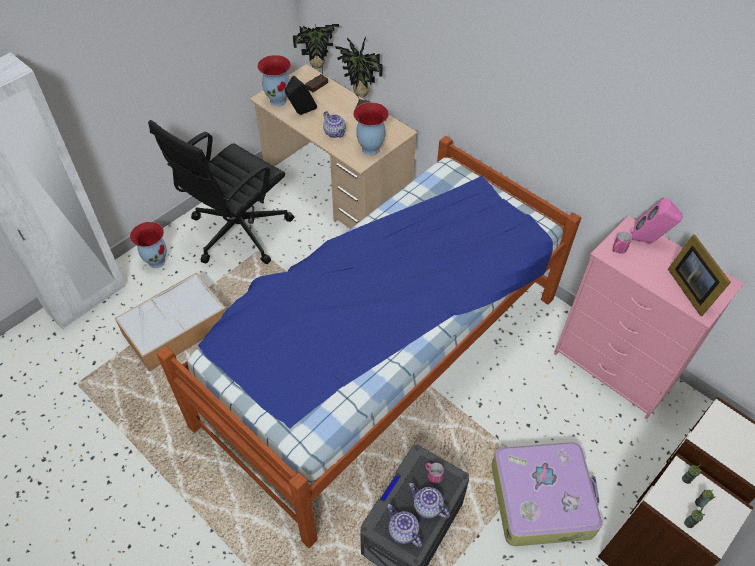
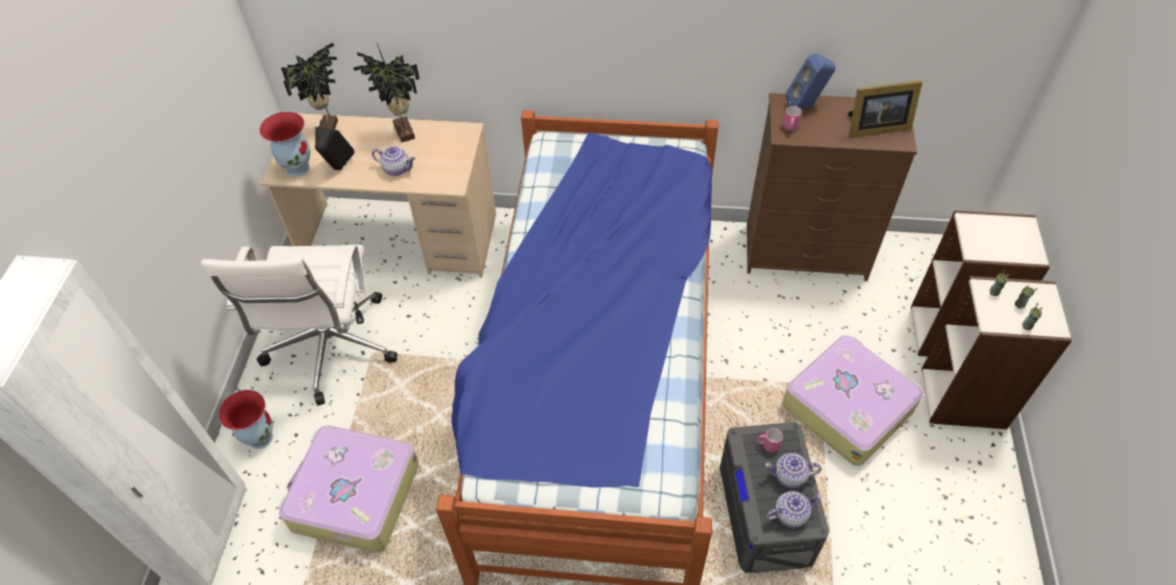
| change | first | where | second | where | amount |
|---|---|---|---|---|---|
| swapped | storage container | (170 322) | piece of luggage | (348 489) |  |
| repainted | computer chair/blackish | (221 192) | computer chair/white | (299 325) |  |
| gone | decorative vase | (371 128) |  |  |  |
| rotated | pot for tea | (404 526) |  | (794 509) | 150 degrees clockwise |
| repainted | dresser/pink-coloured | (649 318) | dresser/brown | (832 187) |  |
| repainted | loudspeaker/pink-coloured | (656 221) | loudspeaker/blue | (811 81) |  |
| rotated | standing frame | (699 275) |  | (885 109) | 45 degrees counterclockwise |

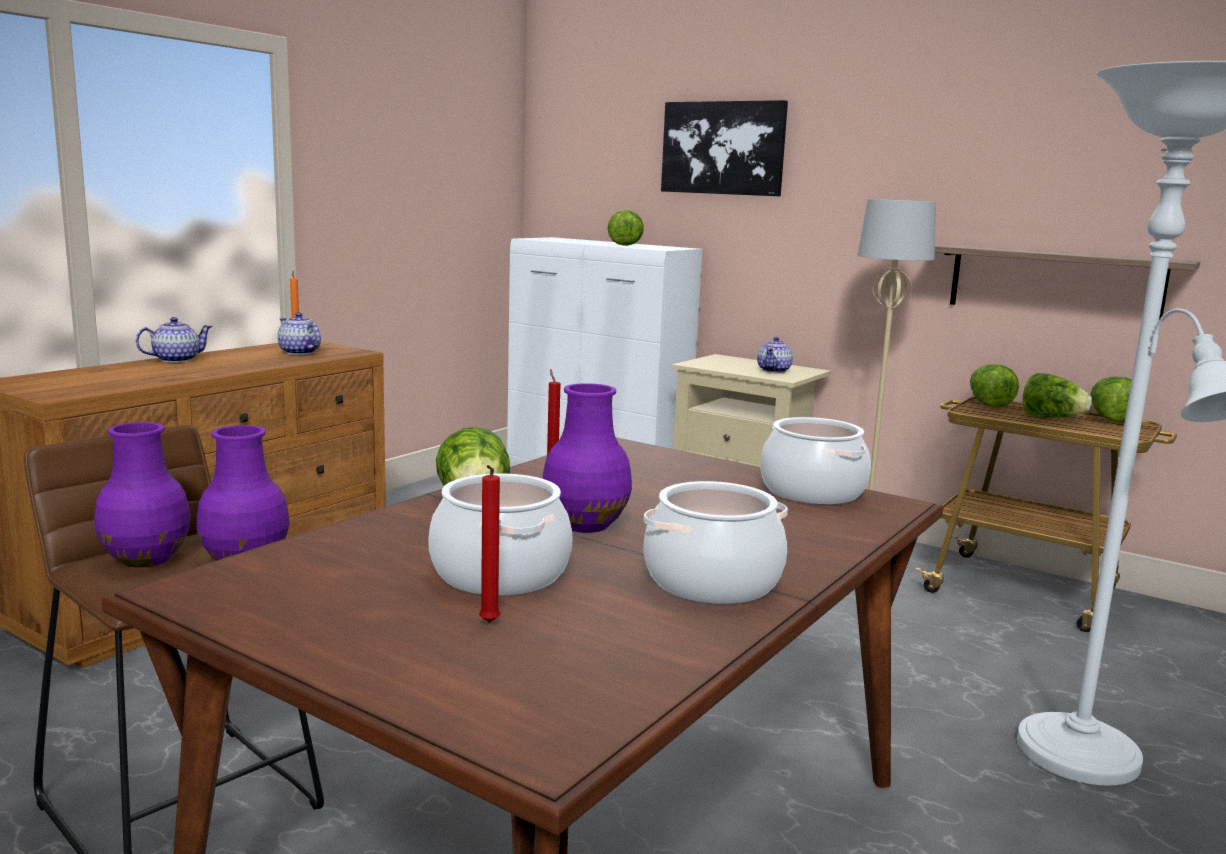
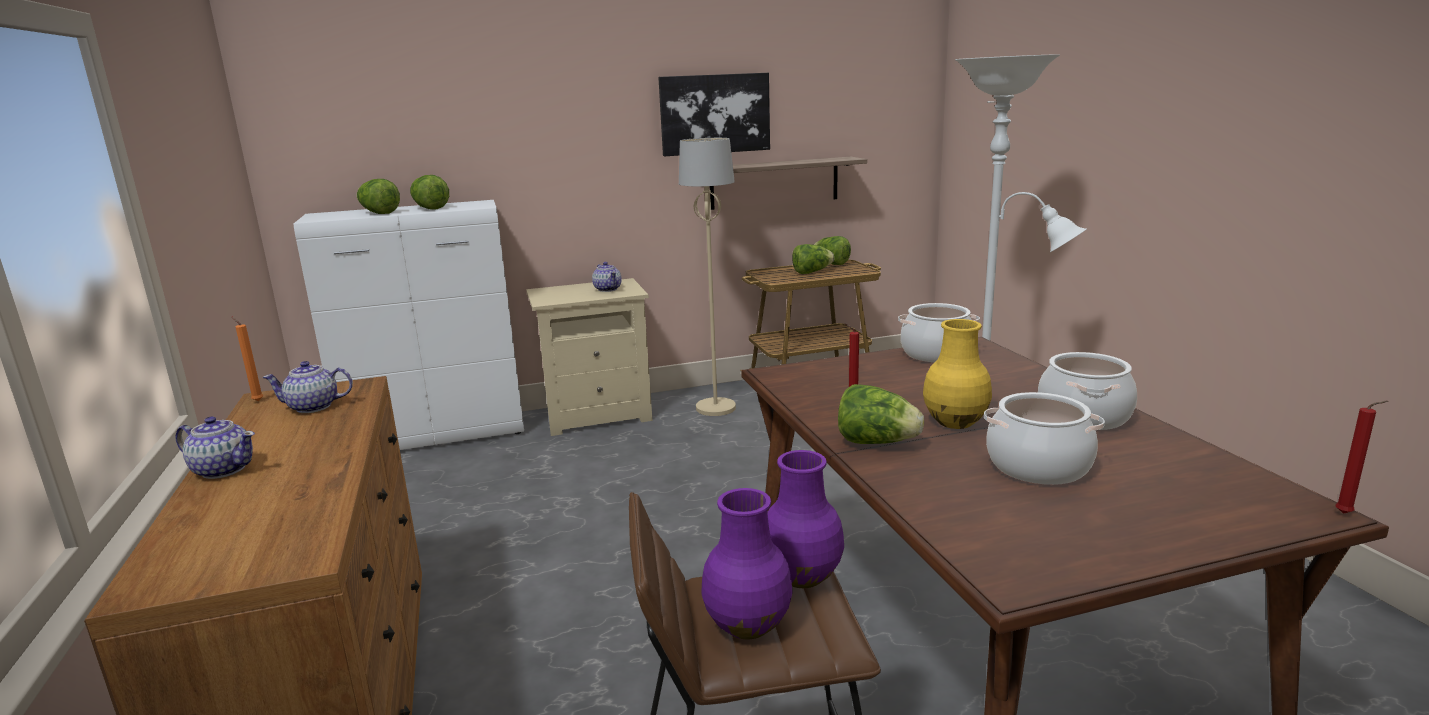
| change | first | where | second | where | amount |
|---|---|---|---|---|---|
| rotated | pot for tea | (174 340) |  | (215 447) | 105 degrees clockwise |
| shifted | candle/red | (489 544) |  | (1362 457) |  |
| repainted | decorative vase/purple | (587 458) | decorative vase/yellowish | (957 374) |  |
| shifted | wall art | (724 148) |  | (714 114) |  |
| shifted | lettuce head | (994 386) |  | (378 196) |  |

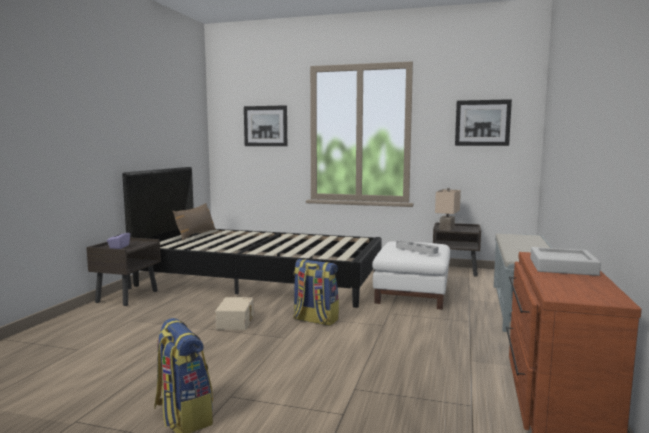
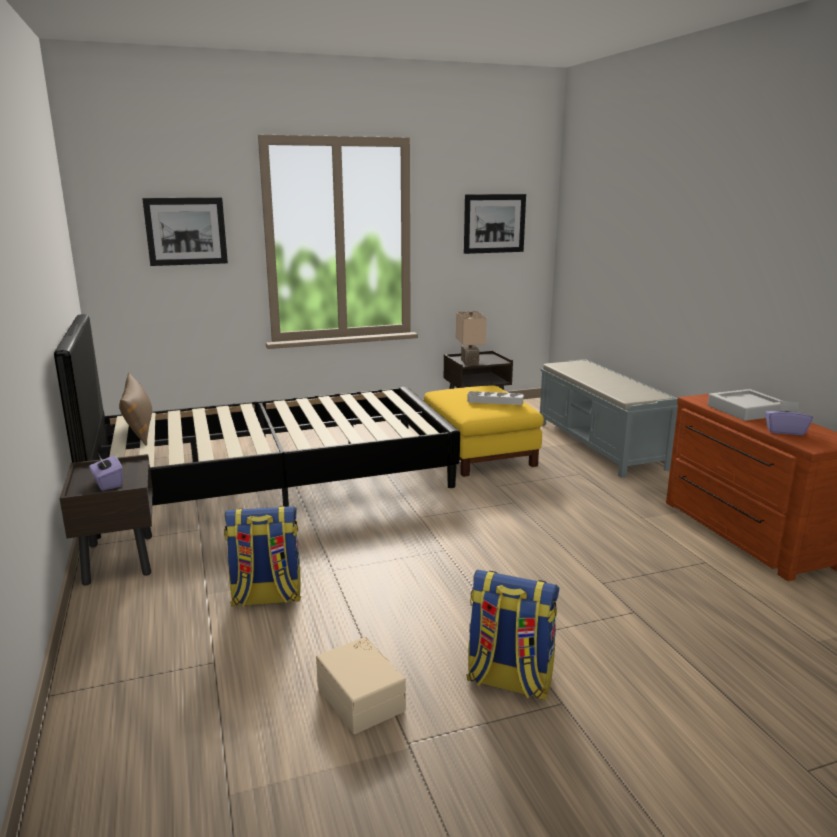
| change | first | where | second | where | amount |
|---|---|---|---|---|---|
| shifted | storage container/sand-coloured | (234 313) |  | (361 685) |  |
| shifted | knapsack | (316 292) |  | (262 556) |  |
| repainted | footrest/white | (411 275) | footrest/yellowish | (484 431) |  |
| new |  |  | tissue box/purple | (789 417) |  |

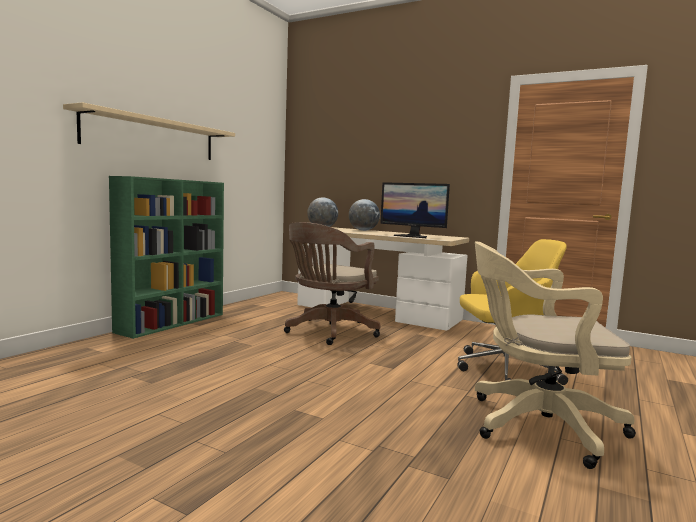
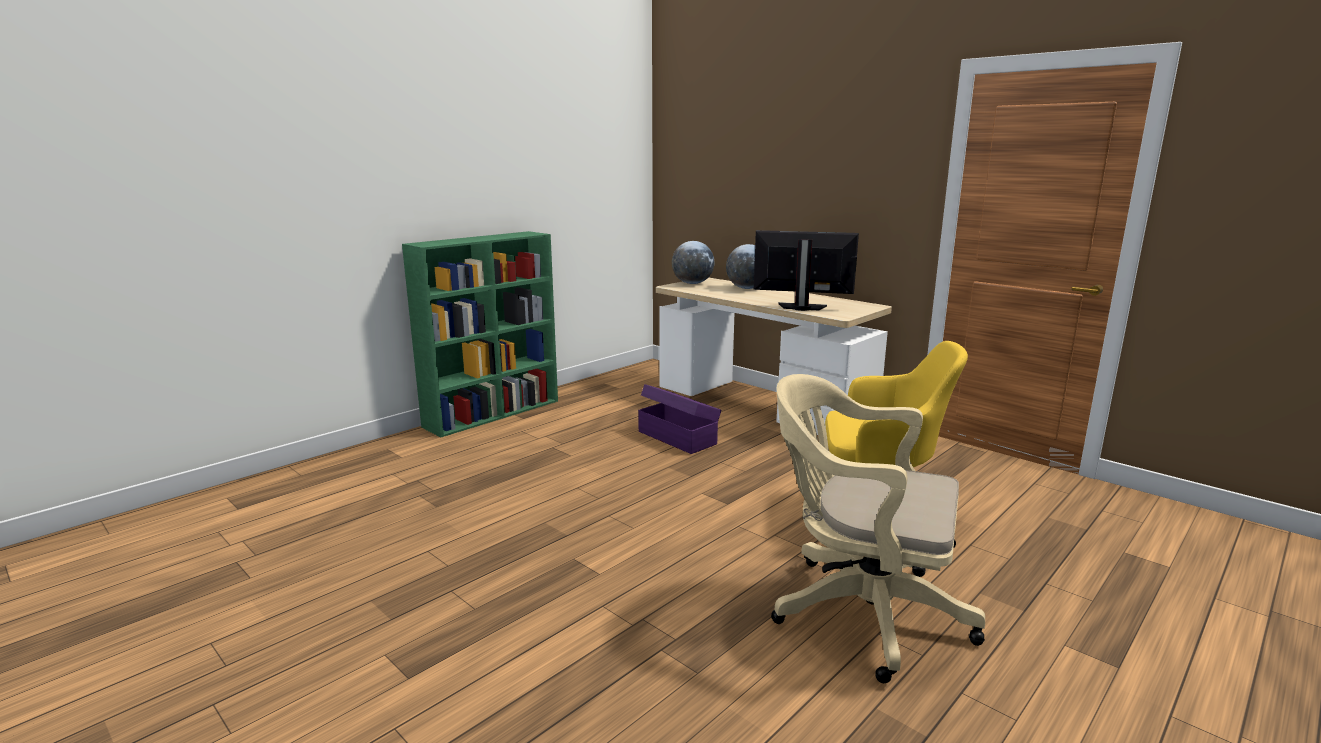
| change | first | where | second | where | amount |
|---|---|---|---|---|---|
| gone | shelf/sand-coloured | (149 131) |  |  |  |
| swapped | computer chair/brown | (332 283) | storage container/purple | (679 419) |  |
| rotated | computer screen | (415 210) |  | (806 270) | 150 degrees clockwise |

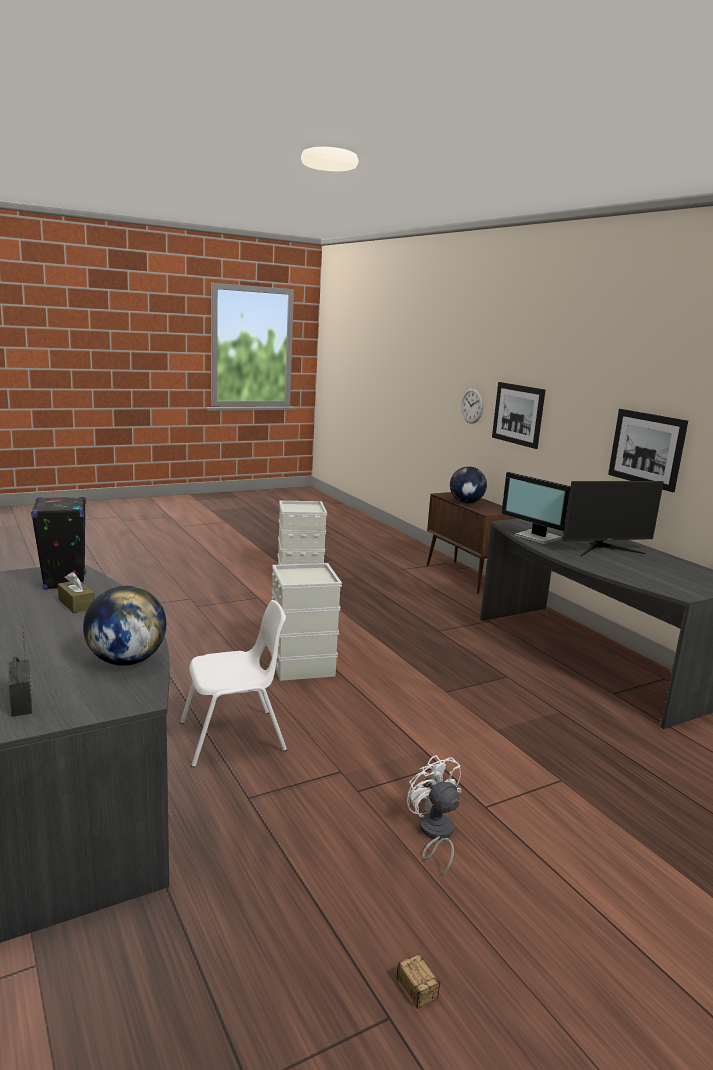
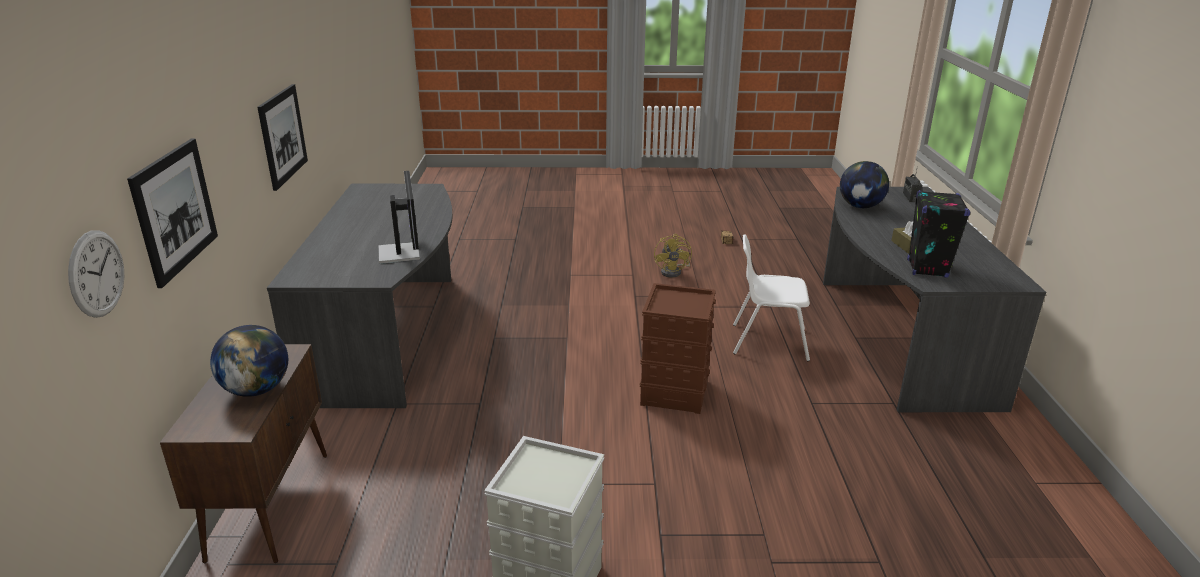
| change | first | where | second | where | amount |
|---|---|---|---|---|---|
| repainted | storage container/gray | (306 622) | storage container/brown | (678 348) |  |
| repainted | cooling fan/white | (434 815) | cooling fan/yellowish | (673 255) |  |
| gone | computer screen | (613 518) |  |  |  |

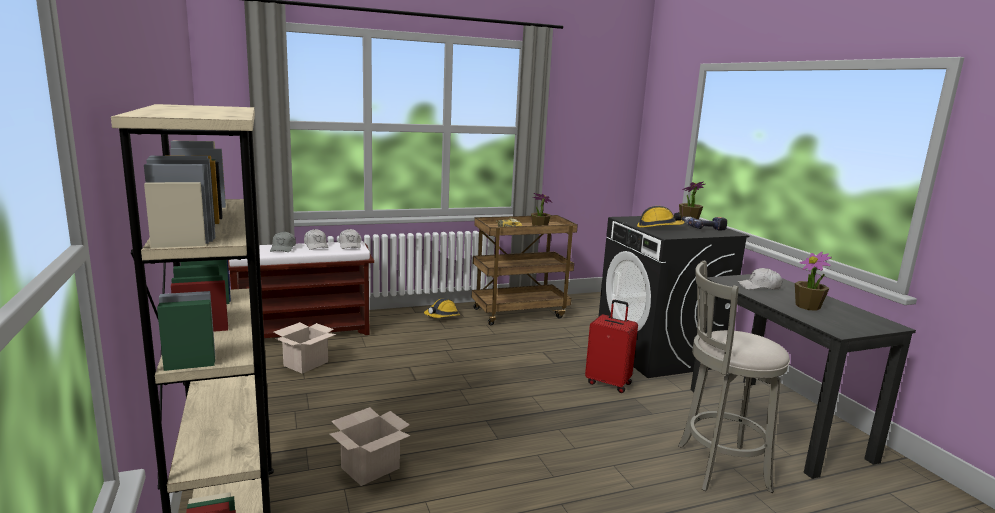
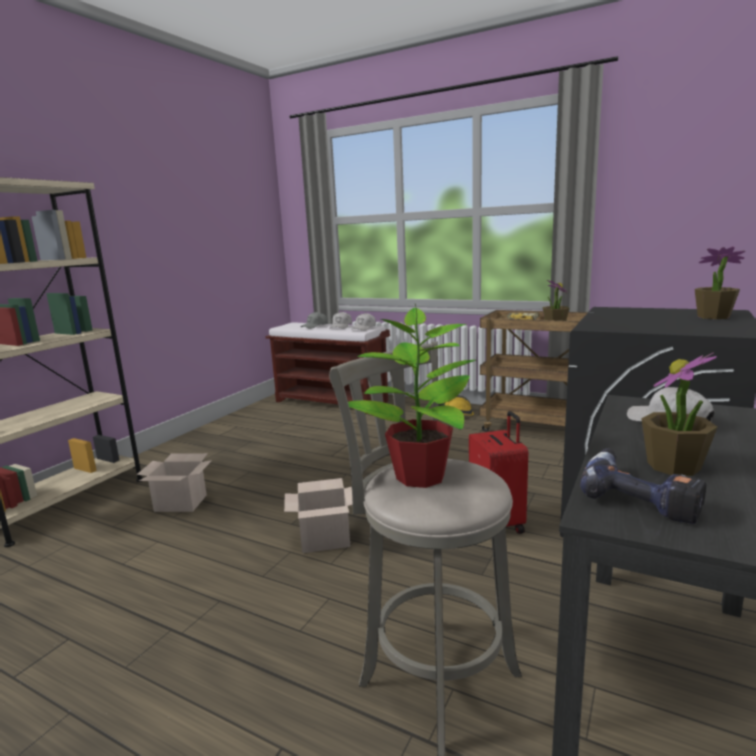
| change | first | where | second | where | amount |
|---|---|---|---|---|---|
| shifted | carton | (305 348) |  | (318 515) |  |
| gone | safety helmet | (661 217) |  |  |  |
| shifted | drill | (704 223) |  | (643 486) |  |
| new |  |  | potted plant | (412 396) |  |

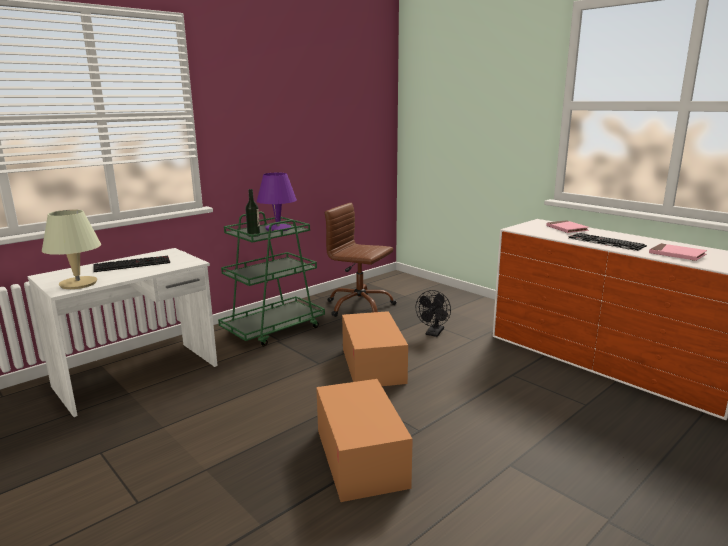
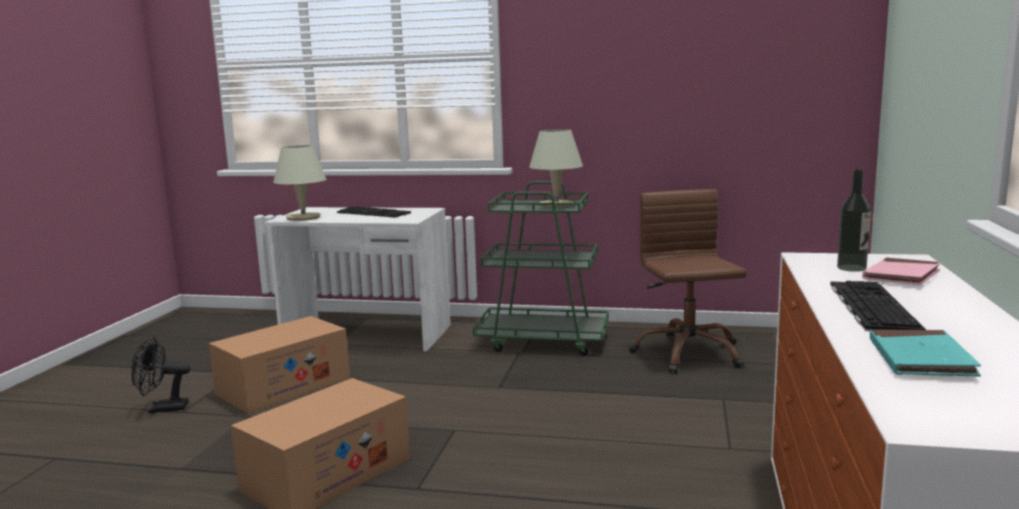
| change | first | where | second | where | amount |
|---|---|---|---|---|---|
| shifted | drink bottle | (252 213) |  | (854 220) |  |
| repainted | tabletop lamp/purple | (277 202) | tabletop lamp/sand-coloured | (556 168) |  |
| shifted | carton | (375 348) |  | (279 364) |  |
| shifted | cooling fan/blackish | (433 313) |  | (160 375) |  |
| repainted | volume/pink-coloured | (678 252) | volume/turquoise | (925 353) |  |

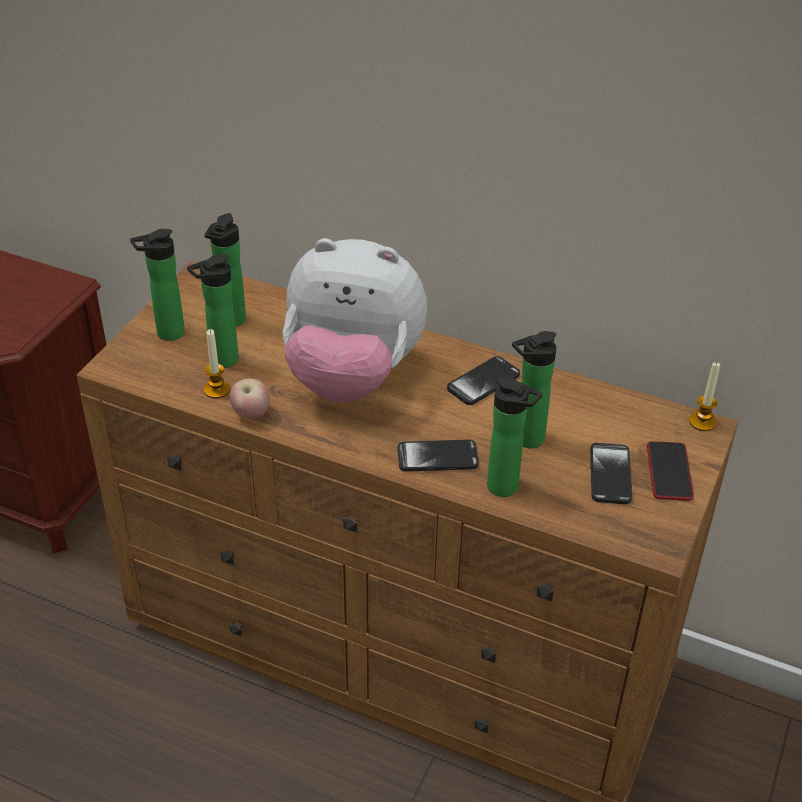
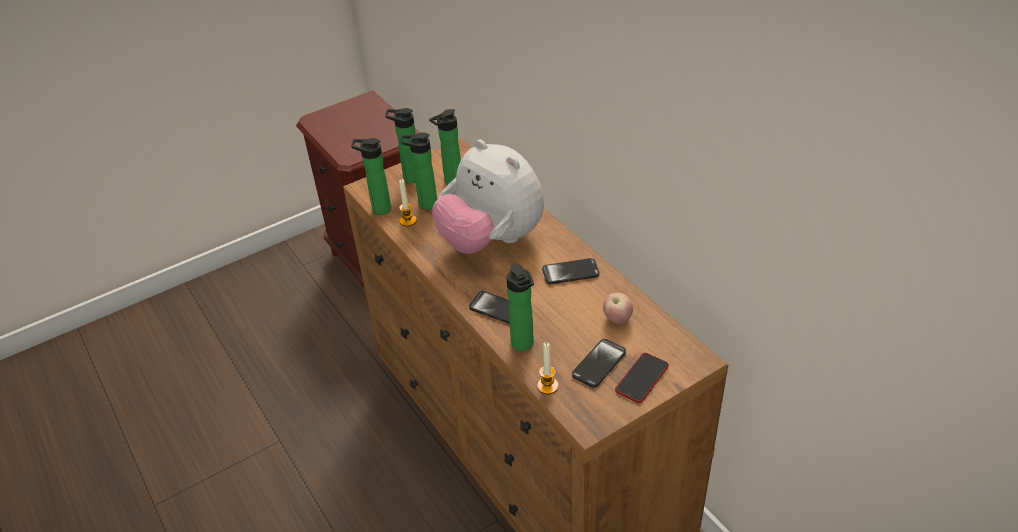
| change | first | where | second | where | amount |
|---|---|---|---|---|---|
| shifted | apple | (250 399) |  | (618 308) |  |
| shifted | drink bottle | (534 389) |  | (371 176) |  |
| shifted | candle | (704 396) |  | (547 368) |  |

